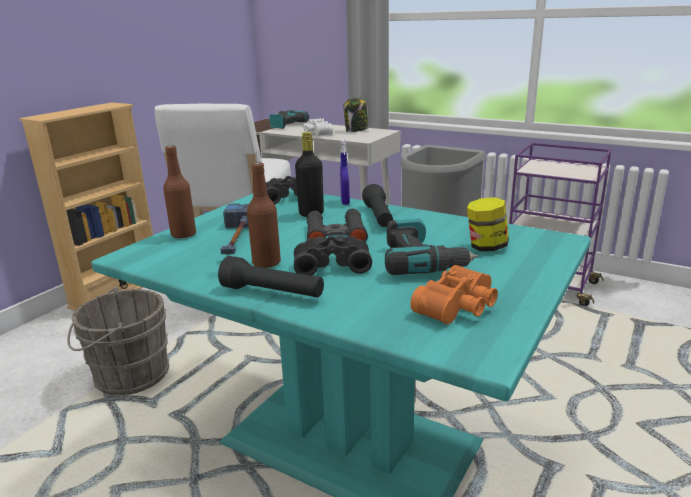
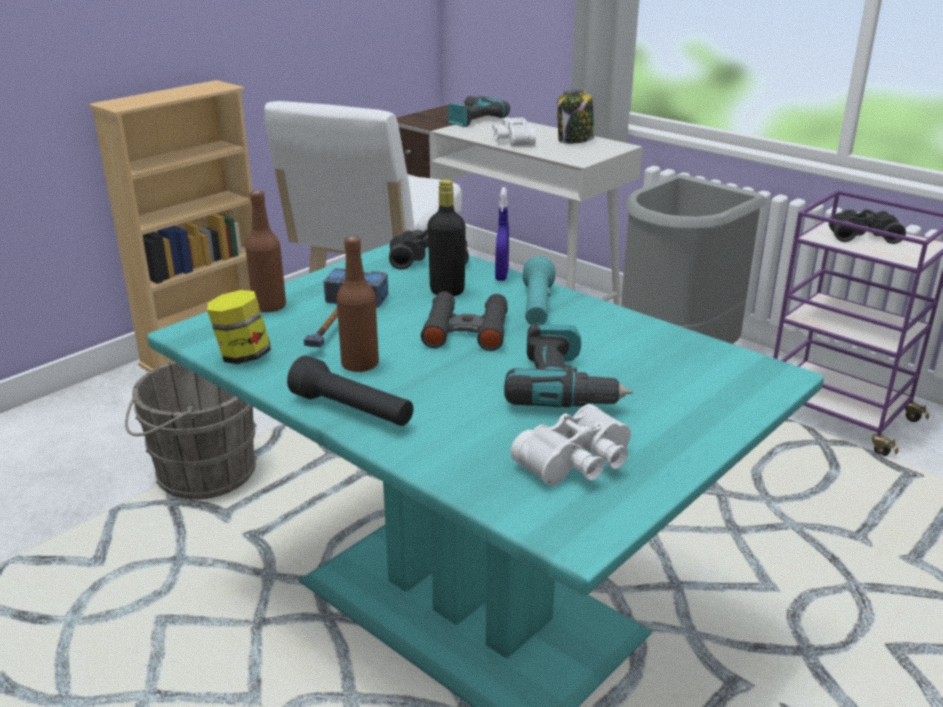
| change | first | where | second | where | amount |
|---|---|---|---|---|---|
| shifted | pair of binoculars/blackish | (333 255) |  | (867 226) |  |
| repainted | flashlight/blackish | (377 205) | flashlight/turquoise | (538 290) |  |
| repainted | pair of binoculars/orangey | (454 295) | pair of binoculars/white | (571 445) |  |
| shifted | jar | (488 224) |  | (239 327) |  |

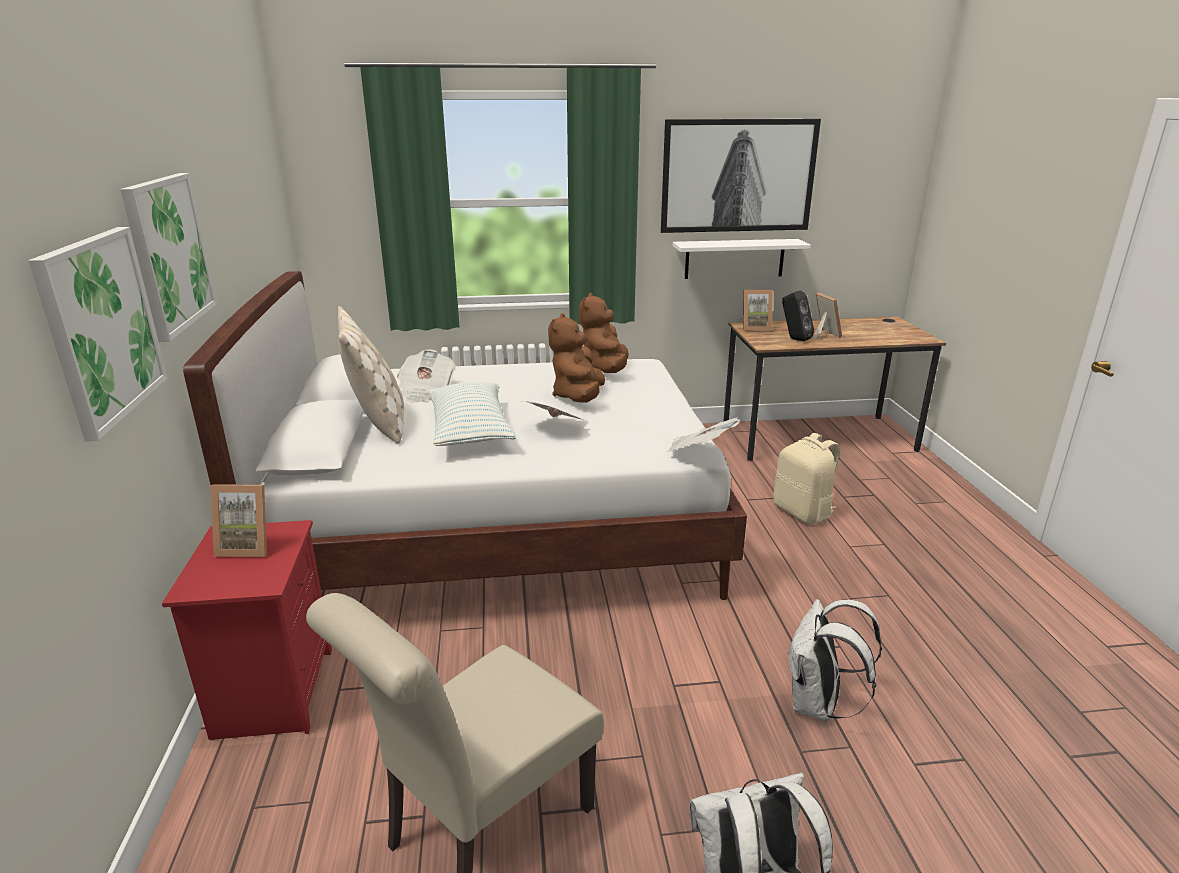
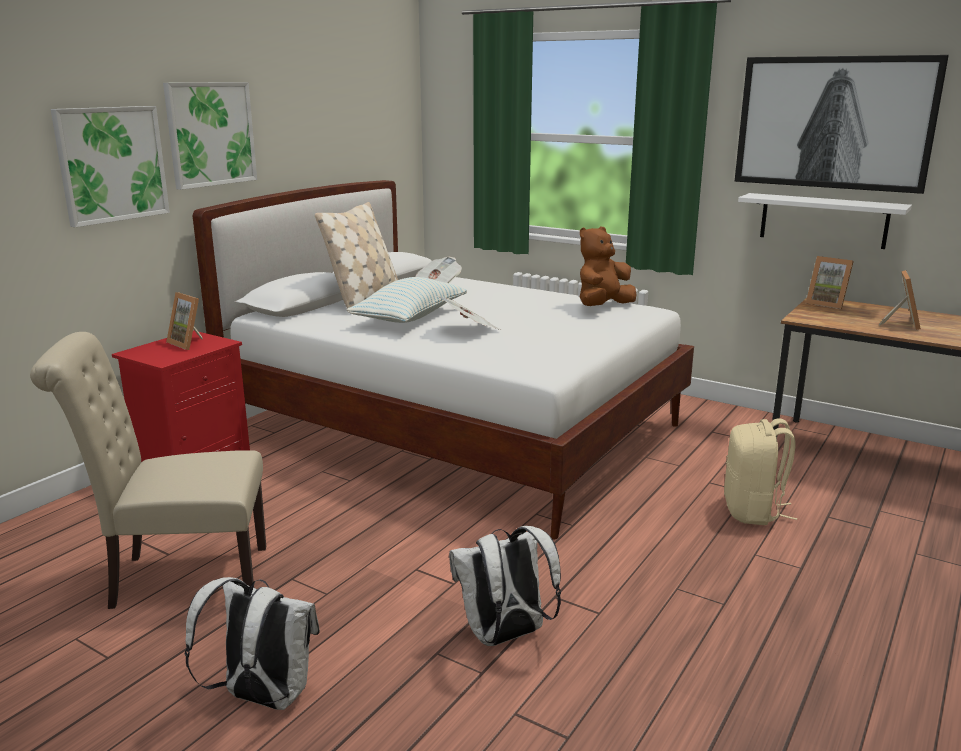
| change | first | where | second | where | amount |
|---|---|---|---|---|---|
| gone | cuddly toy/brown | (576 358) |  |  |  |
| gone | printed paper | (703 434) |  |  |  |
| gone | loudspeaker/blackish | (798 316) |  |  |  |

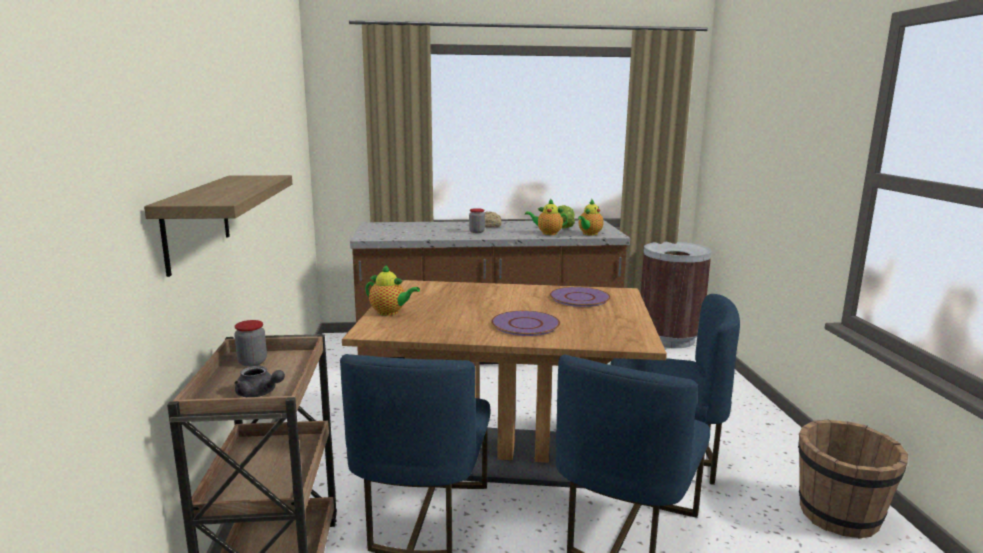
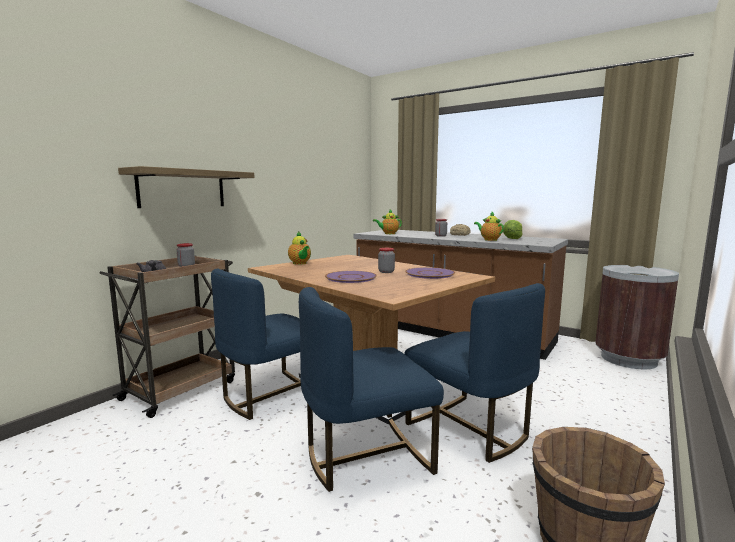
| change | first | where | second | where | amount |
|---|---|---|---|---|---|
| shifted | pot for tea | (591 218) |  | (387 222) |  |
| new |  |  | jar | (386 260) |  |

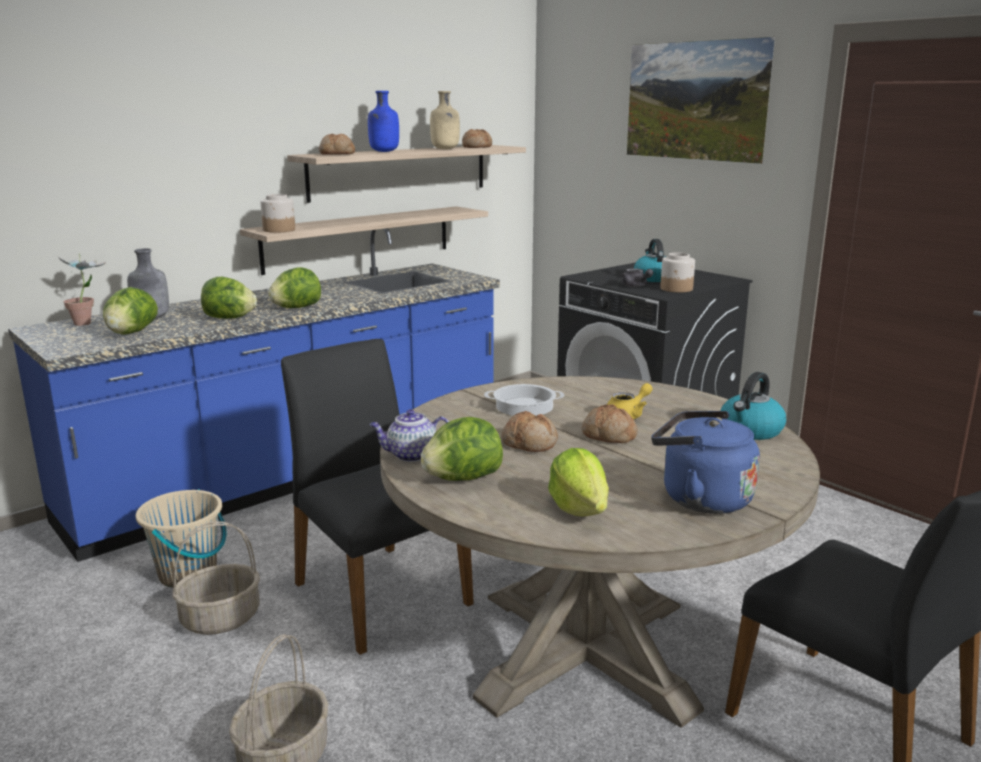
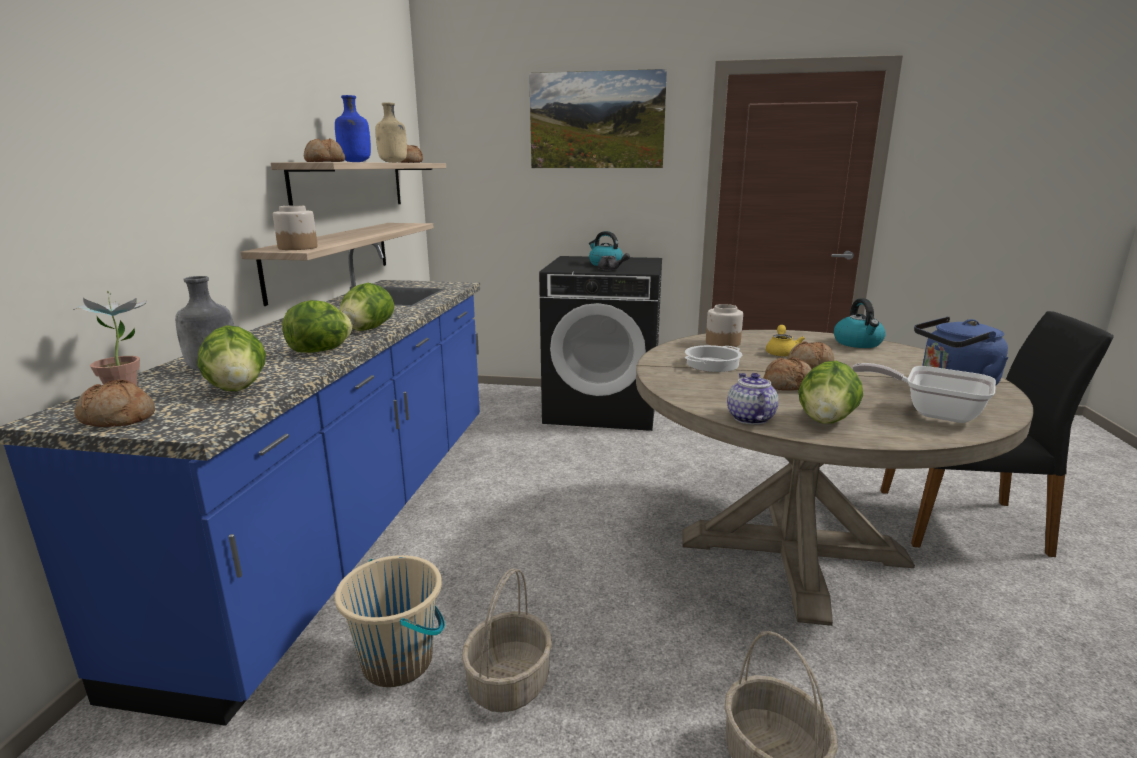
| change | first | where | second | where | amount |
|---|---|---|---|---|---|
| gone | upright chair/blackish | (377 497) |  |  |  |
| rotated | pot for tea | (409 435) |  | (753 399) | 135 degrees clockwise |
| swapped | lettuce head | (578 482) | frying pan | (924 393) |  |
| shifted | jar | (677 273) |  | (724 326) |  |
| new |  |  | baked bread | (114 403) |  |

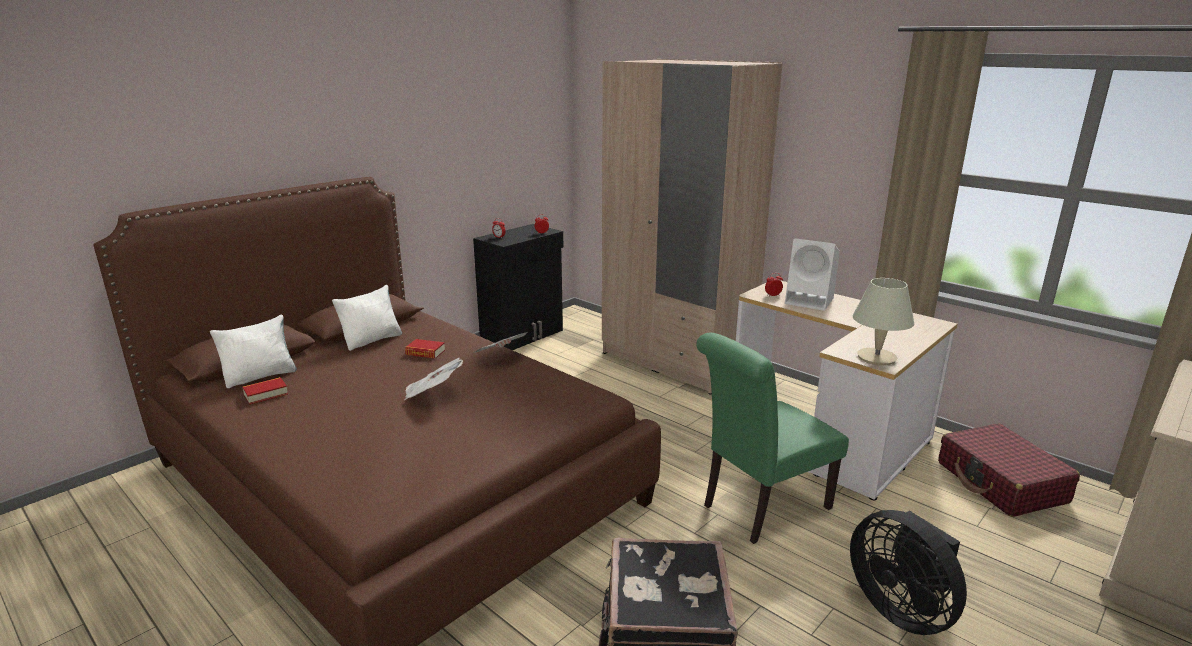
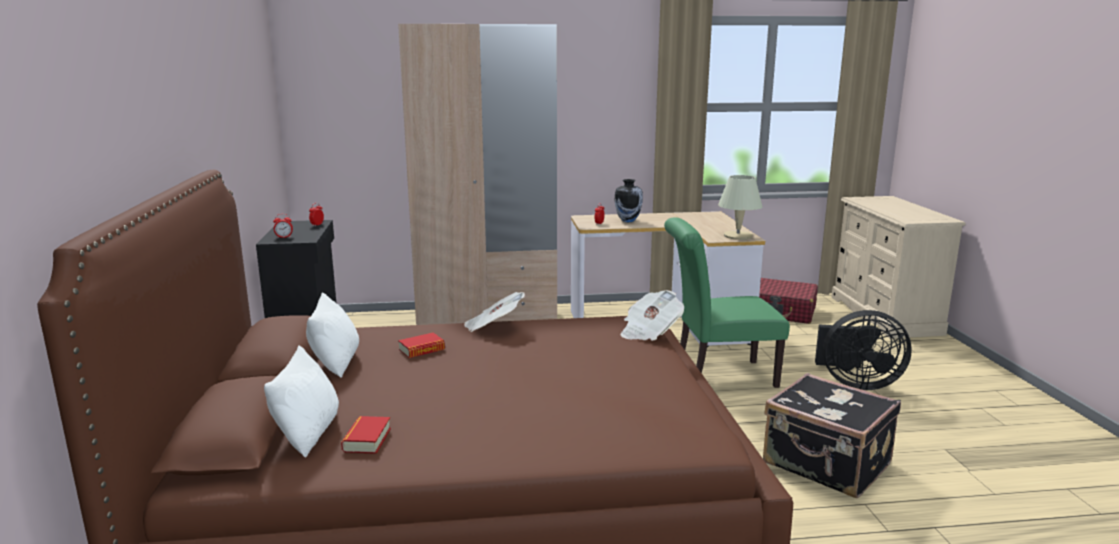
| change | first | where | second | where | amount |
|---|---|---|---|---|---|
| shifted | printed paper | (433 379) |  | (652 315) |  |
| rotated | upright chair/green-coloured | (772 438) |  | (727 302) | 75 degrees clockwise |
| swapped | loudspeaker/white | (812 274) | decorative vase | (629 200) |  |

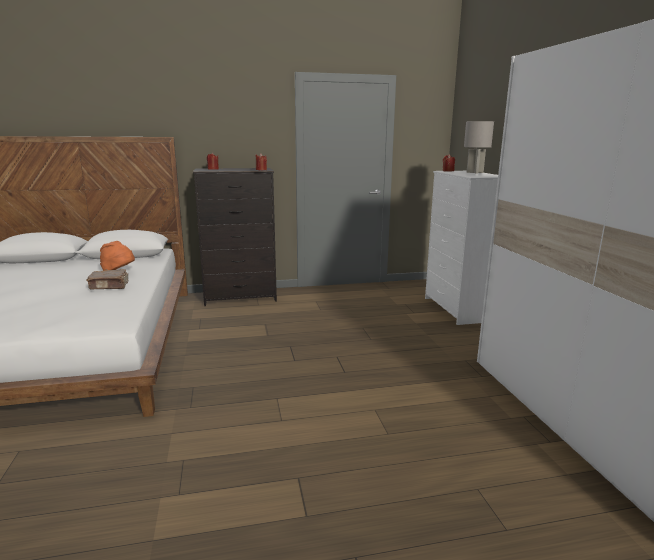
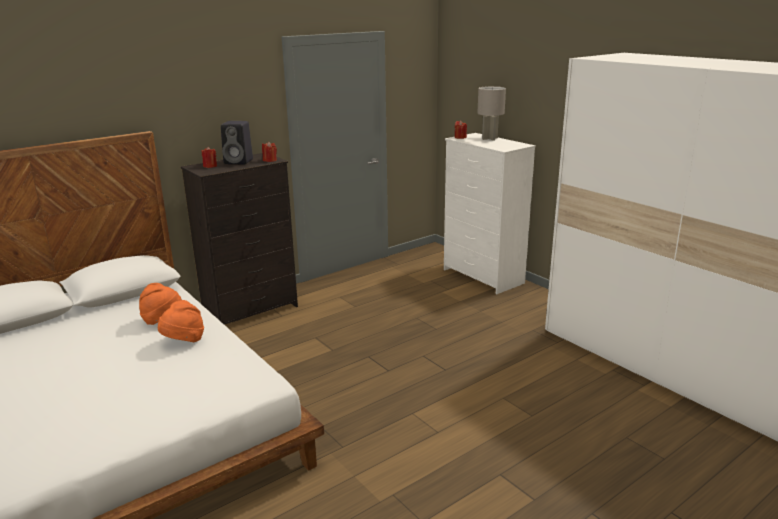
| change | first | where | second | where | amount |
|---|---|---|---|---|---|
| swapped | volume/brown | (107 279) | hat/orangey | (181 321) |  |
| new |  |  | loudspeaker/blackish | (237 142) |  |

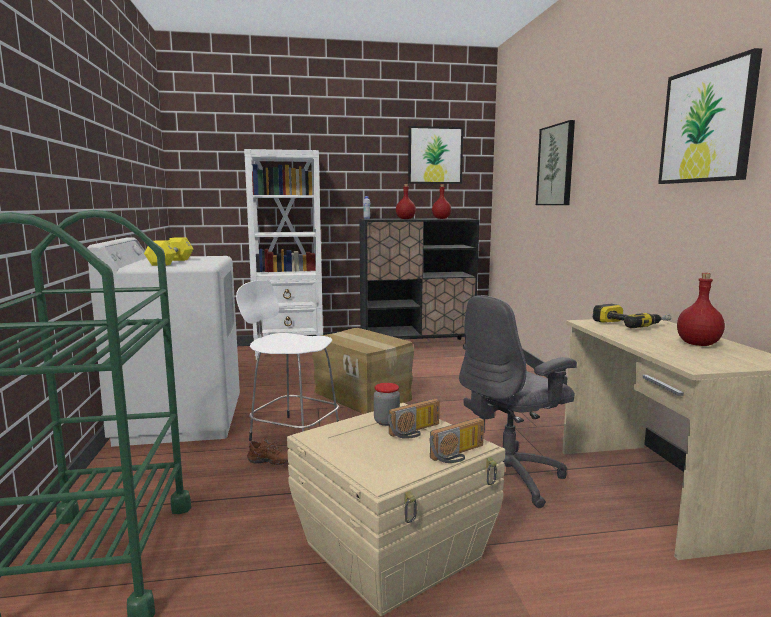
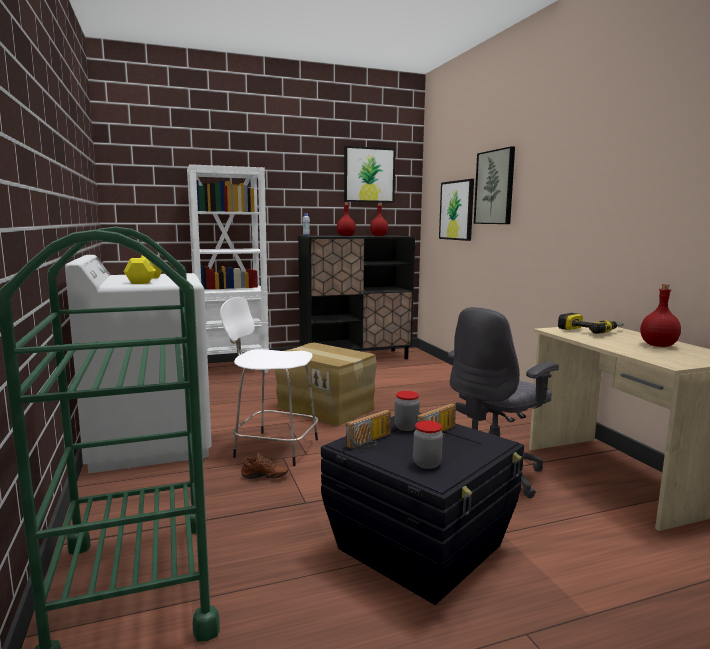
| change | first | where | second | where | amount |
|---|---|---|---|---|---|
| repainted | storage container/sand-coloured | (396 509) | storage container/blackish | (422 509) |  |
| shifted | radio set | (457 440) |  | (368 430) |  |
| shifted | wall art | (710 116) |  | (456 210) |  |
| new |  |  | jar | (428 445) |  |

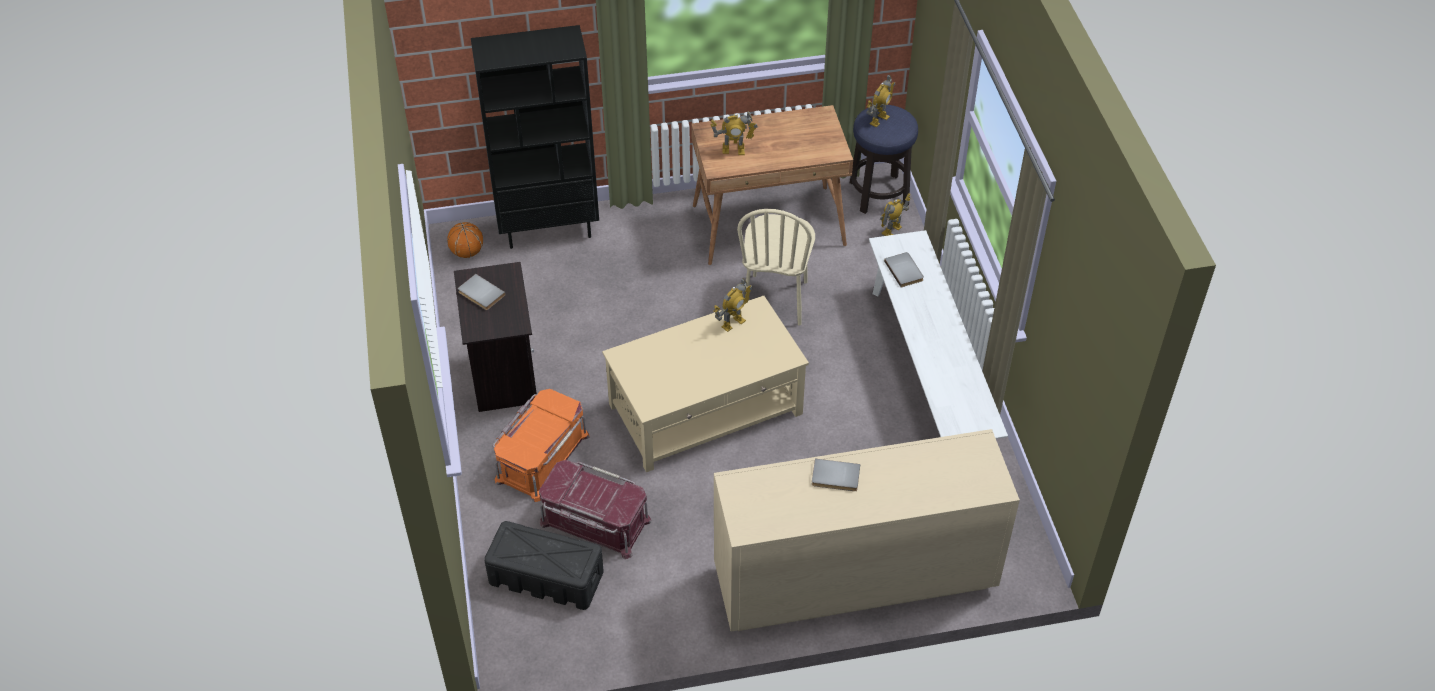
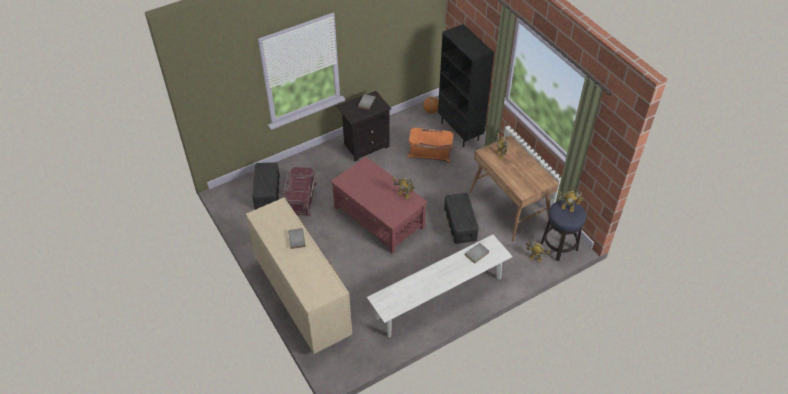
| change | first | where | second | where | amount |
|---|---|---|---|---|---|
| shifted | storage container/orangey | (541 445) |  | (430 145) |  |
| repainted | coffee table/sand-coloured | (705 384) | coffee table/red | (379 205) |  |
| swapped | upright chair/sand-coloured | (776 267) | storage container/blackish | (461 218) |  |

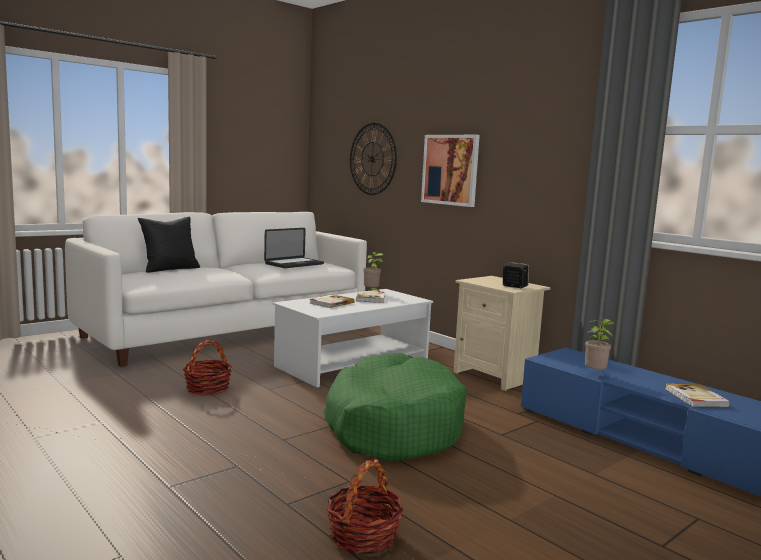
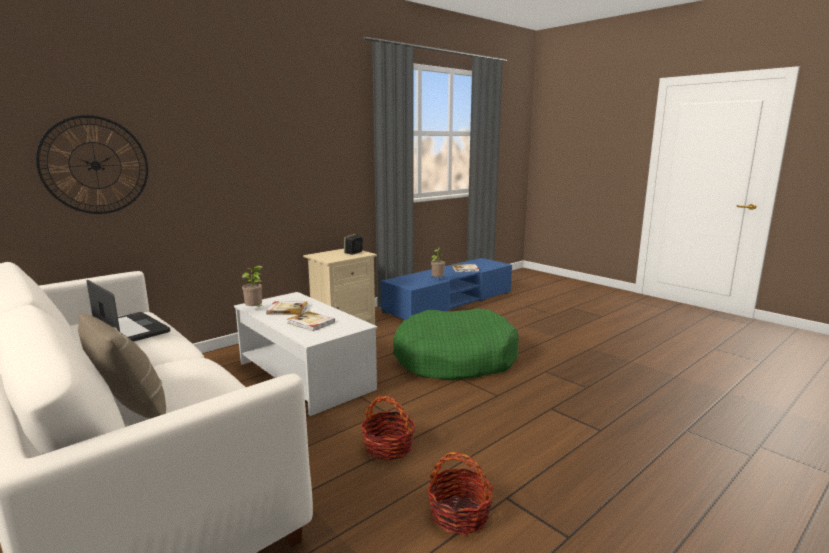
| change | first | where | second | where | amount |
|---|---|---|---|---|---|
| repainted | pillow/blackish | (169 245) | pillow/sand-coloured | (122 365) |  |
| shifted | household basket | (365 506) |  | (460 493) |  |
| gone | wall art | (450 171) |  |  |  |

